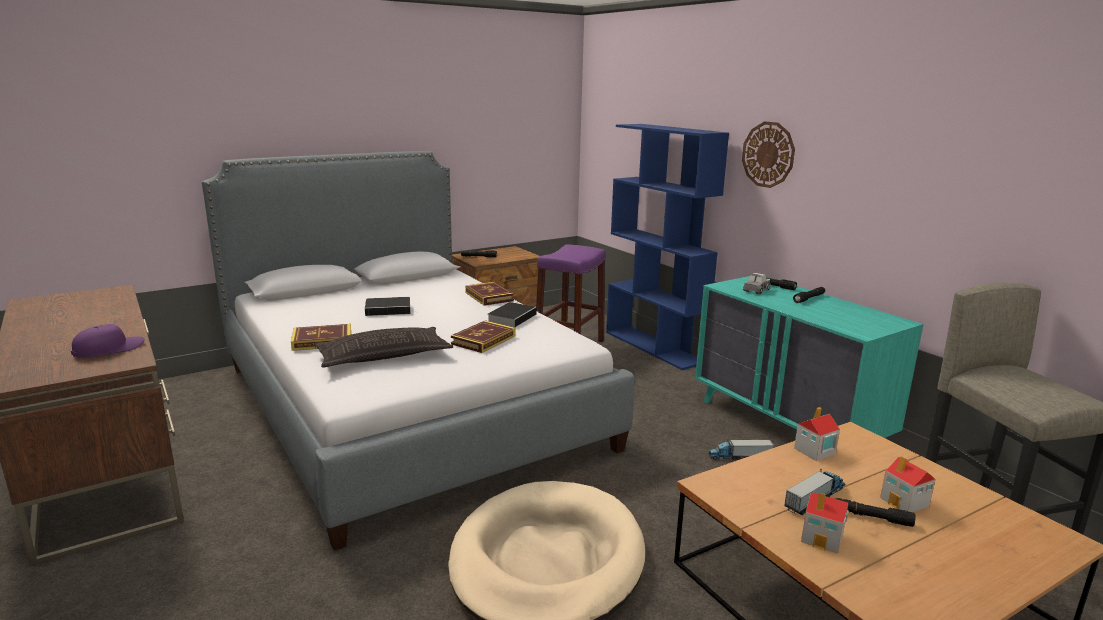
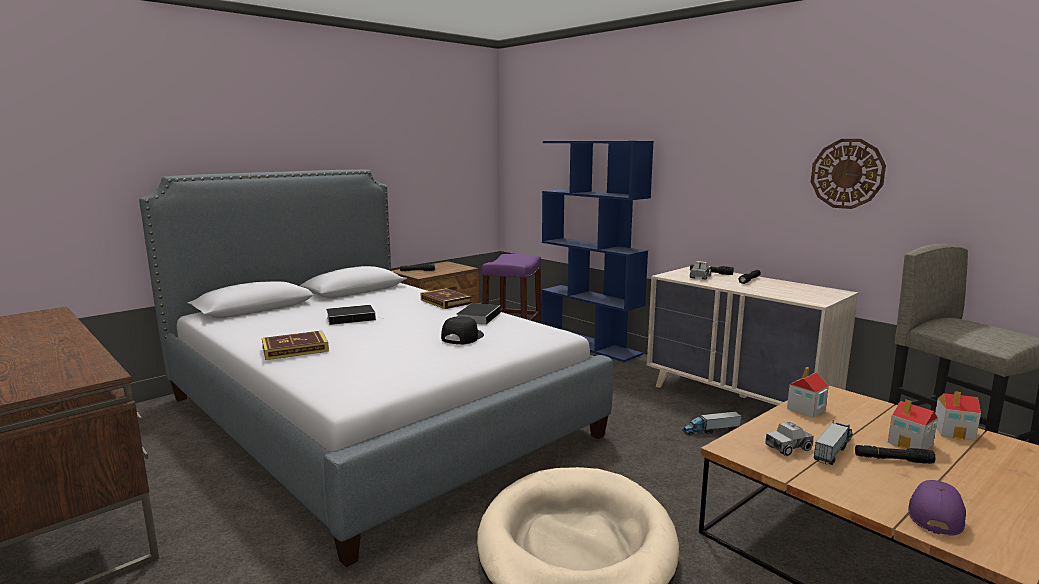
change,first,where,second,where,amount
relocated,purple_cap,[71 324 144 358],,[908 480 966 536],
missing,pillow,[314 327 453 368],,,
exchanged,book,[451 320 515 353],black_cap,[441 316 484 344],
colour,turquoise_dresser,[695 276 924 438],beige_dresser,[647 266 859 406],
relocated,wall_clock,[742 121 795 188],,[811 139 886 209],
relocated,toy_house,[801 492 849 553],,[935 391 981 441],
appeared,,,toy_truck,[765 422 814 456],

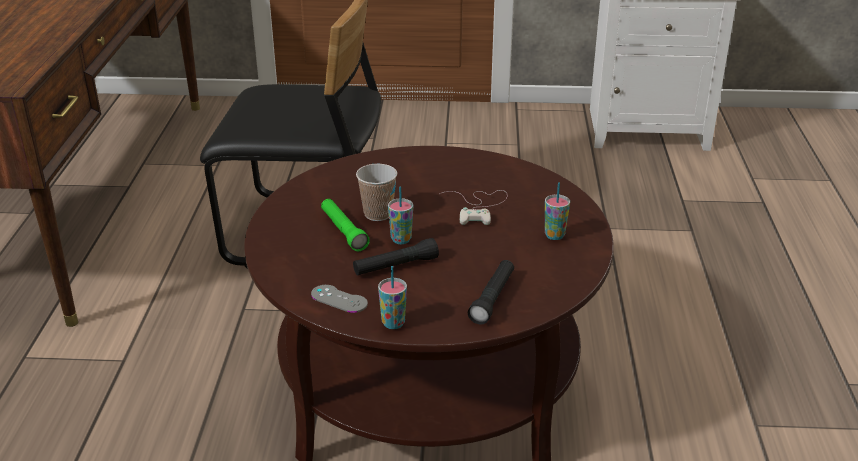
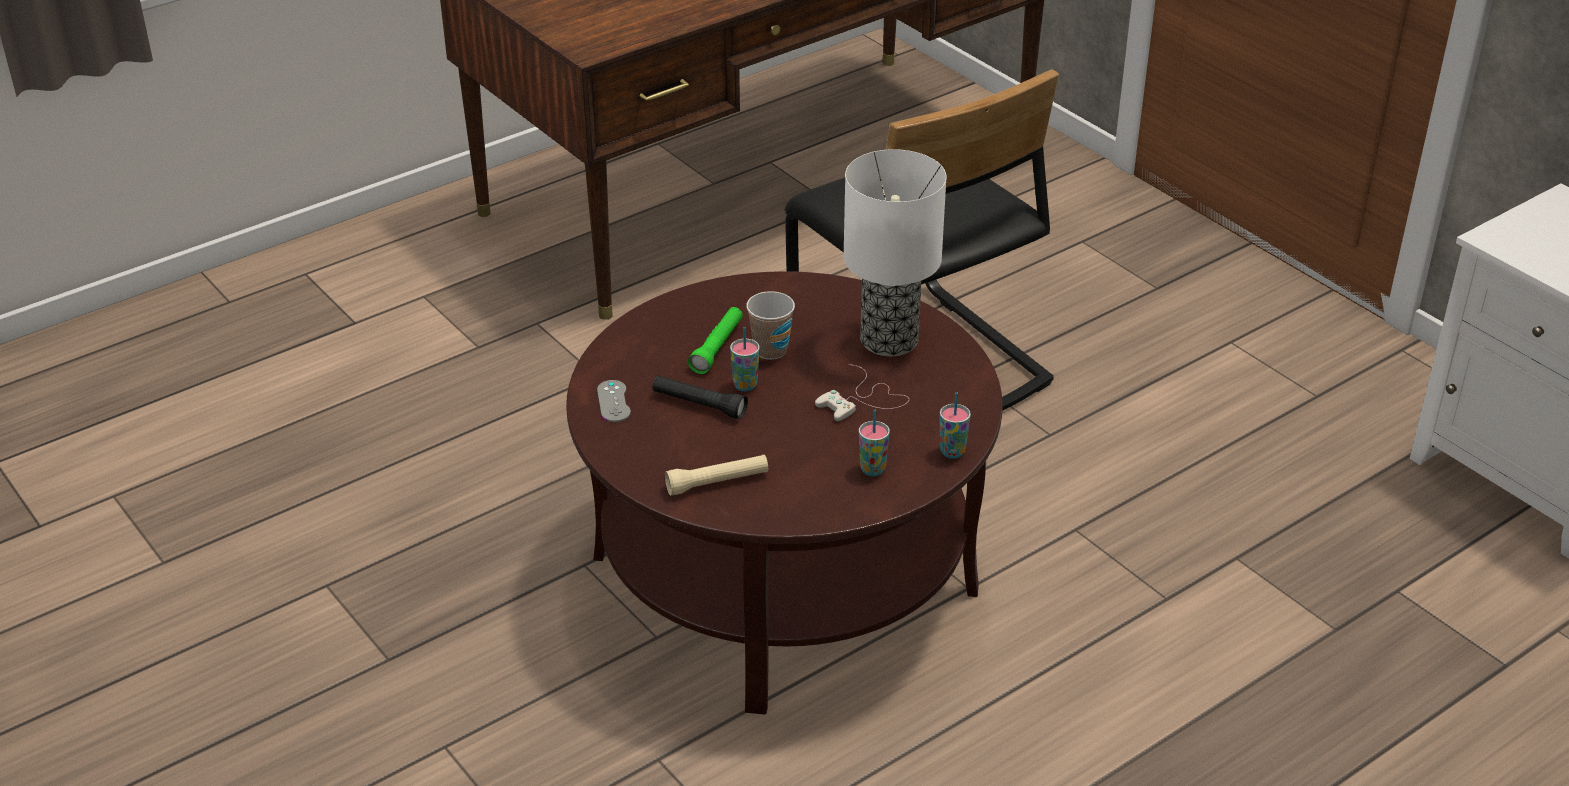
change,first,where,second,where,amount
relocated,cup,[378 266 407 329],,[940 392 971 459],
colour,black_flashlight,[468 260 514 325],beige_flashlight,[665 455 768 496],
appeared,,,table_lamp,[844 149 947 356],

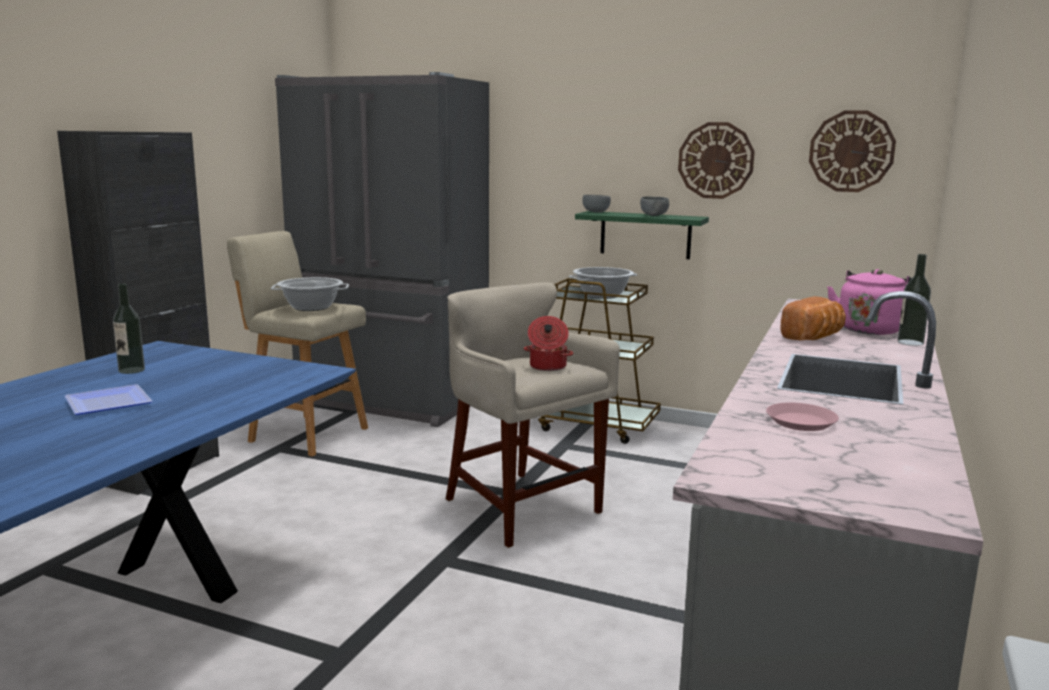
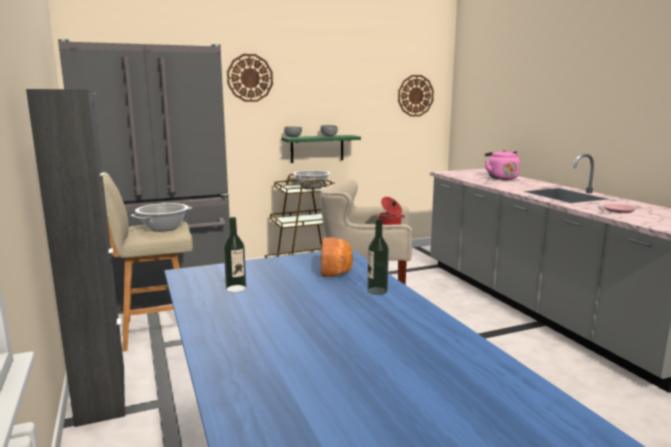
change,first,where,second,where,amount
missing,plate,[65 384 152 415],,,
relocated,wall_clock,[678 122 755 199],,[227 54 273 102],
relocated,bread,[780 296 846 340],,[321 237 353 277],
relocated,bottle,[898 254 931 346],,[367 218 389 295],

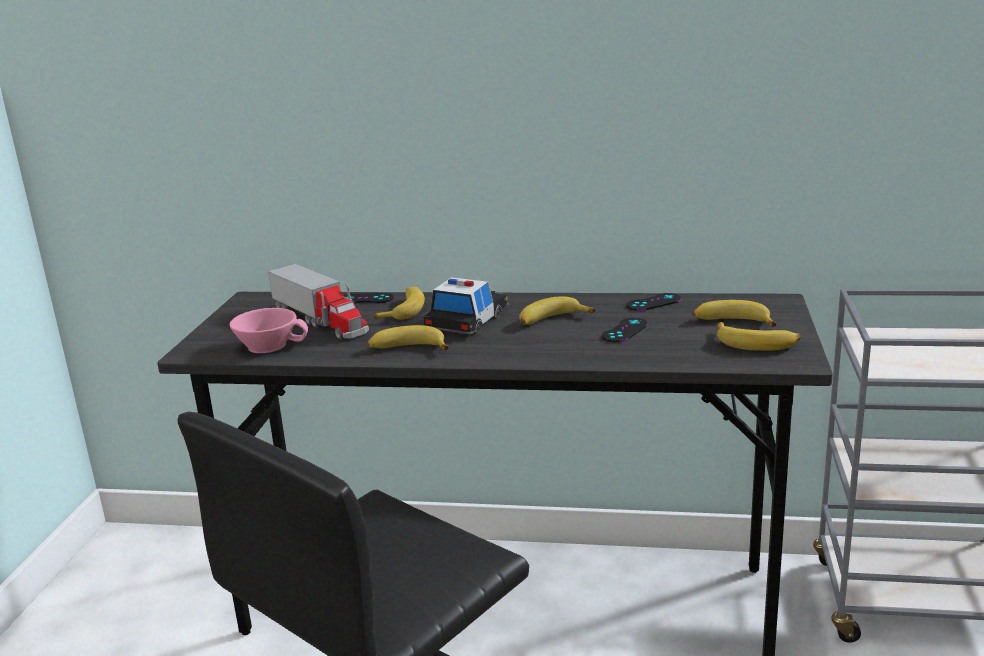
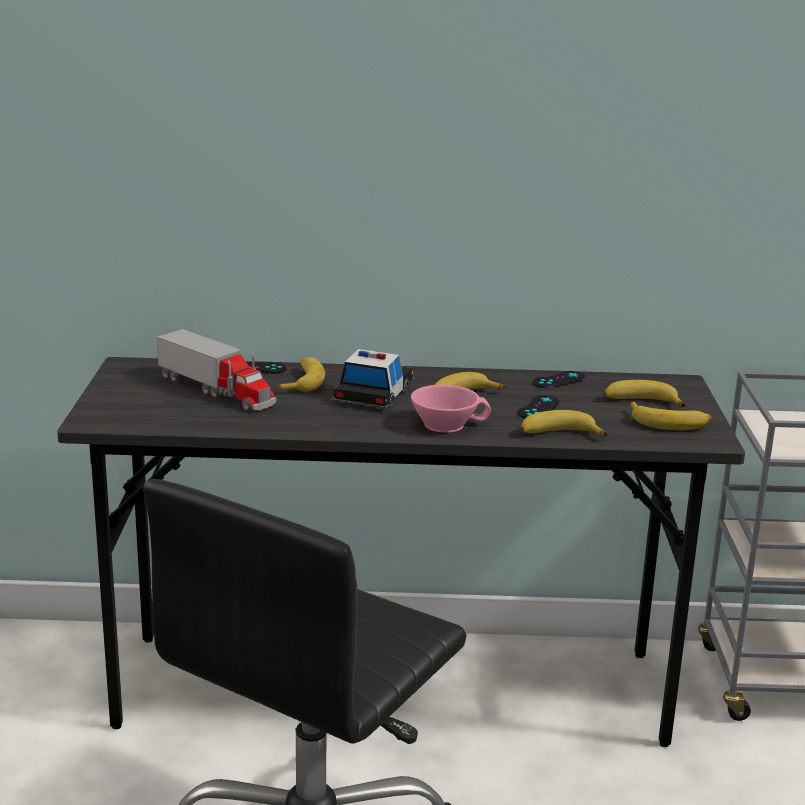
change,first,where,second,where,amount
relocated,pink_cup,[230 308 308 353],,[411 385 491 433],
relocated,banana,[367 325 449 350],,[519 410 608 437],

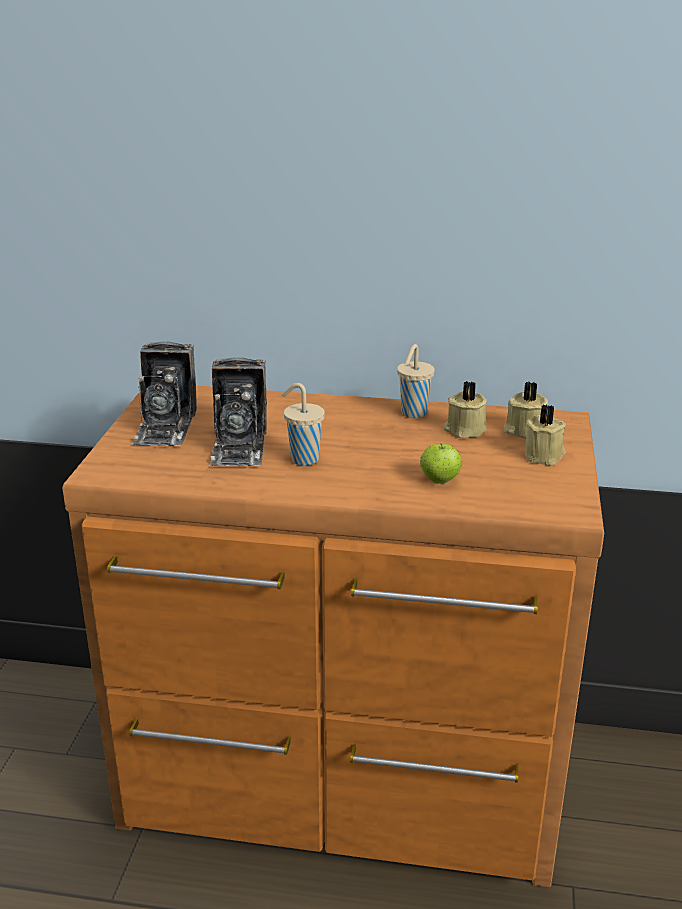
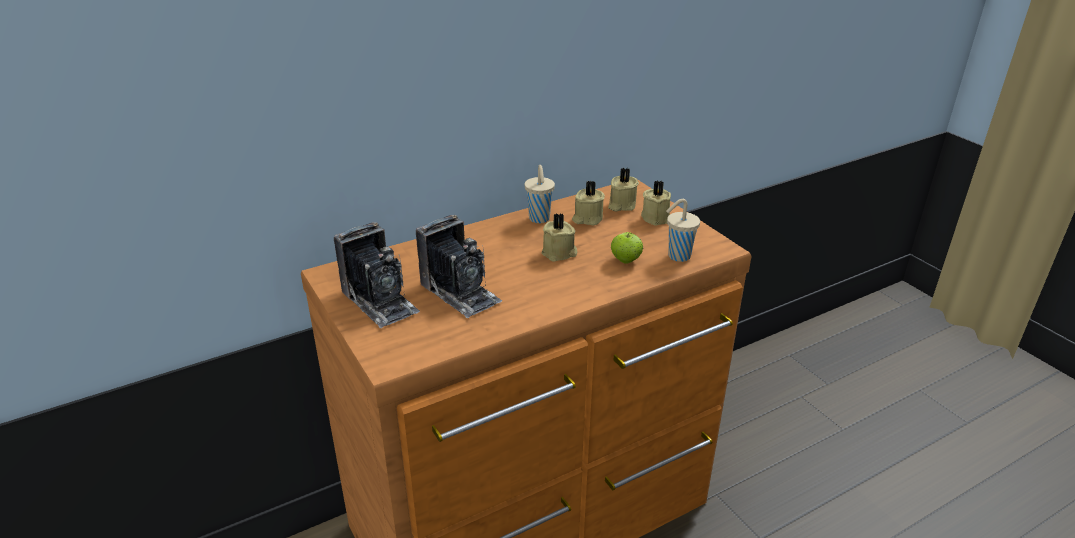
change,first,where,second,where,amount
relocated,beige_cup,[282 383 325 466],,[666 199 700 262],
appeared,,,beige_candle,[542 213 577 262],

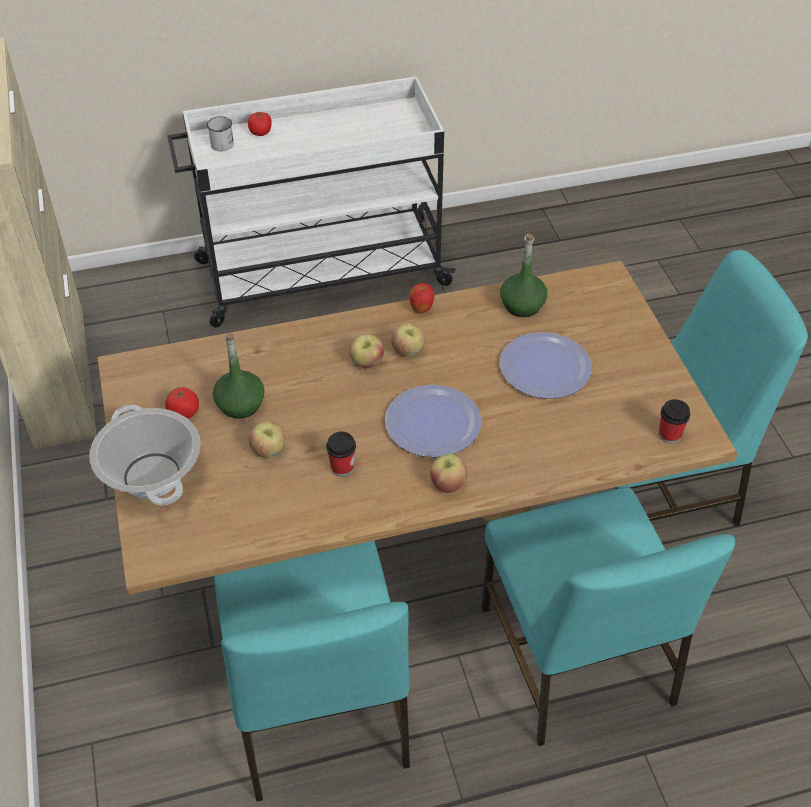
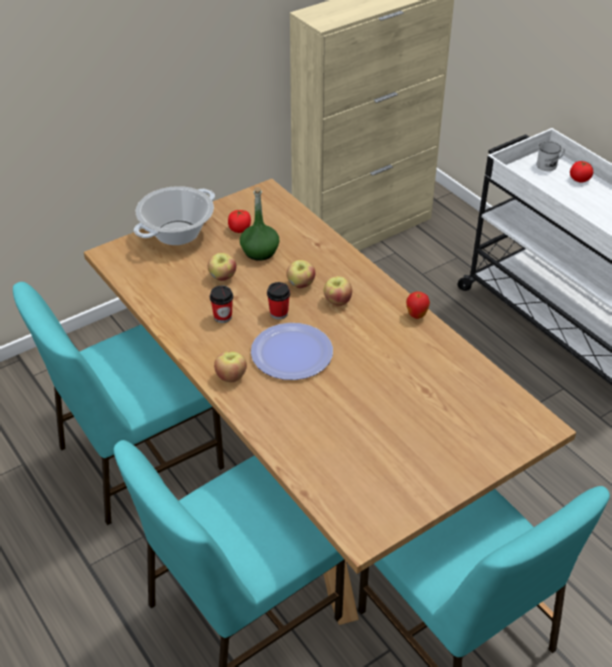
change,first,where,second,where,amount
relocated,apple,[391 323 425 357],,[286 260 315 288],
missing,green_bottle,[500 234 548 317],,,
missing,plate,[500 332 592 399],,,
relocated,cup,[659 399 690 444],,[267 282 290 319],

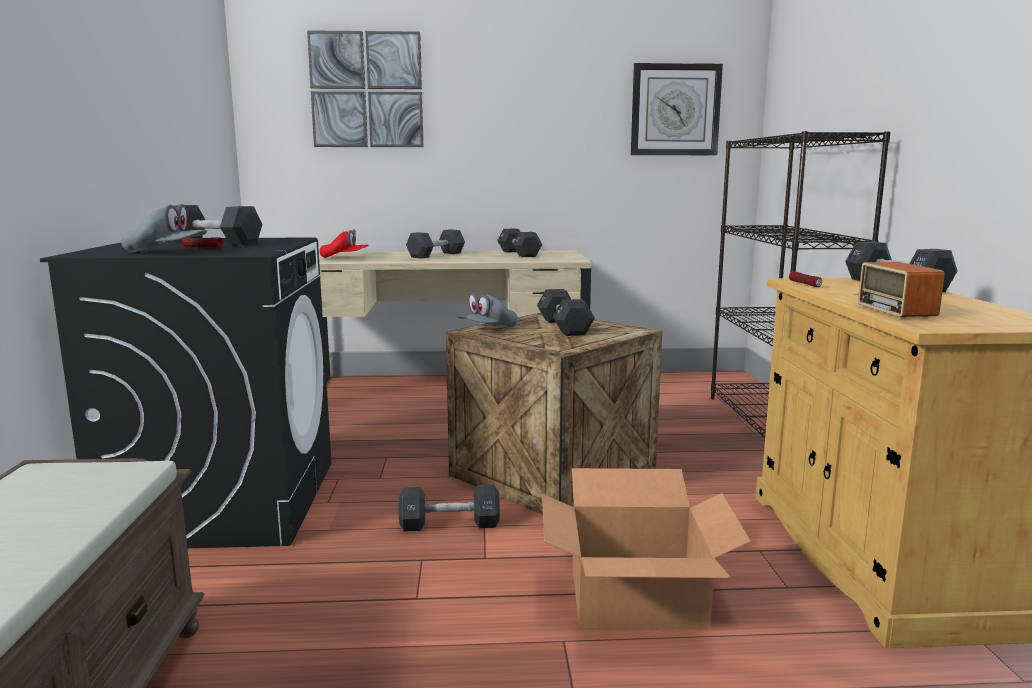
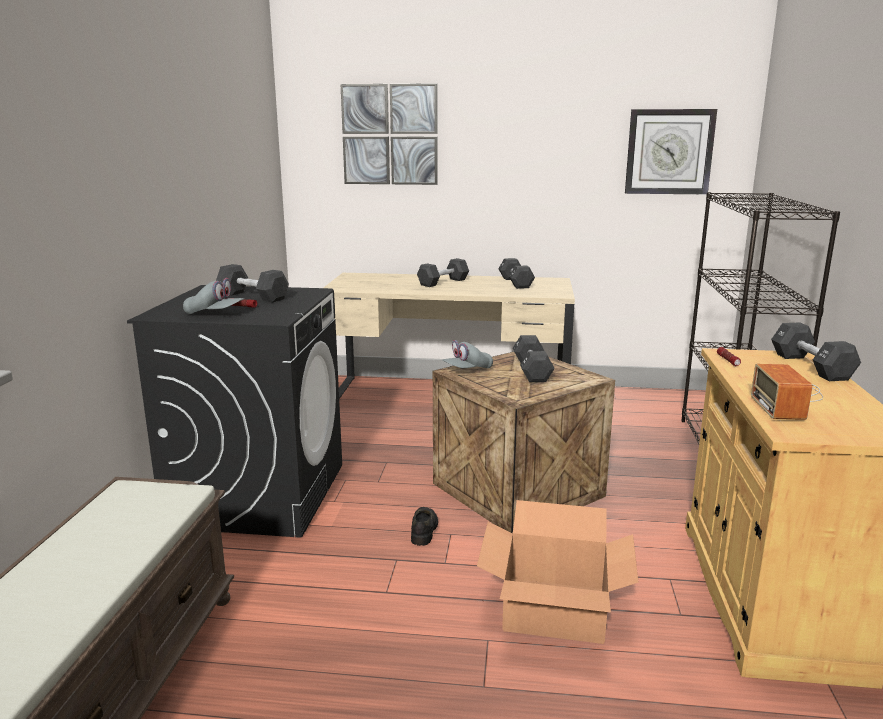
change,first,where,second,where,amount
missing,red_cap,[320 229 369 258],,,
exchanged,black_dumbbell,[399 484 500 532],black_shoe,[411 507 438 546],

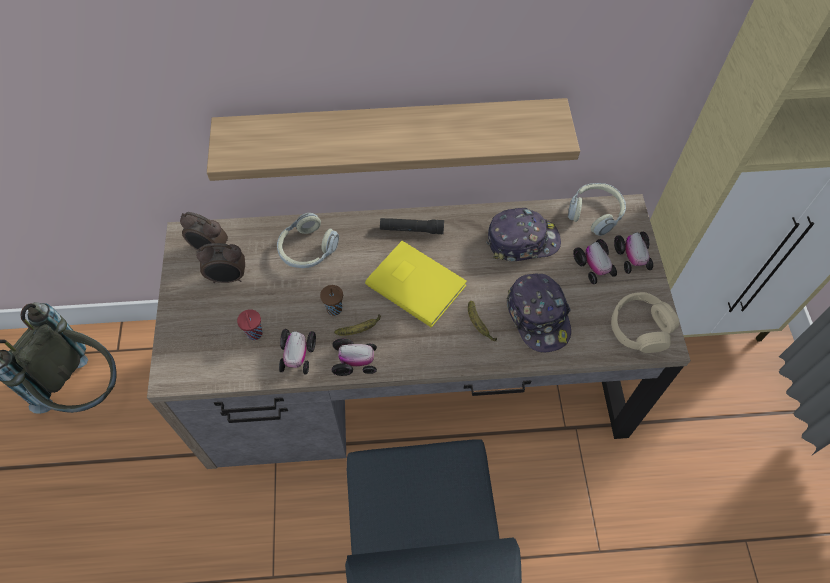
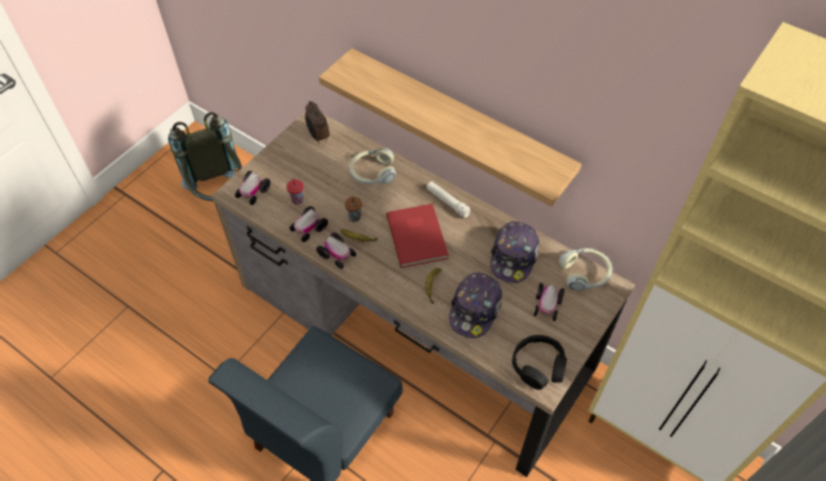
change,first,where,second,where,amount
missing,alarm_clock,[196 243 245 283],,,
colour,yellow_book,[365 241 467 328],red_book,[386 204 449 268],
colour,black_flashlight,[380 218 444 234],white_flashlight,[426 181 472 218],
spun,cap,[486 208 561 261],,[490 221 539 283],75 degrees clockwise
colour,beige_headphones,[611 292 680 353],black_headphones,[512 335 567 390],
relocated,toy_car,[614 232 653 274],,[235 171 271 205],

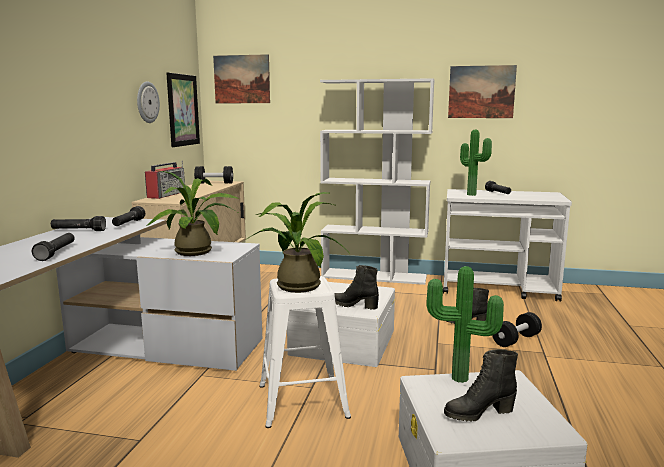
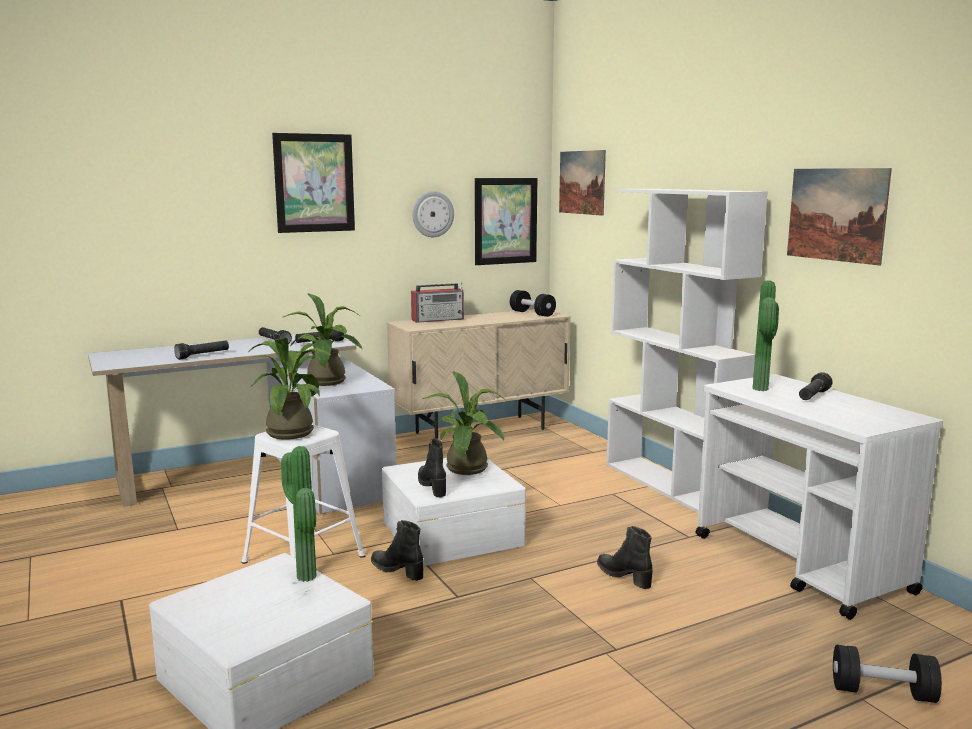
change,first,where,second,where,amount
relocated,black_boot,[444 349 518 422],,[371 520 424 581],
relocated,black_dumbbell,[492 312 542 347],,[833 645 942 703],
appeared,,,picture,[272 133 355 233],
appeared,,,potted_plant,[422 371 504 475],

